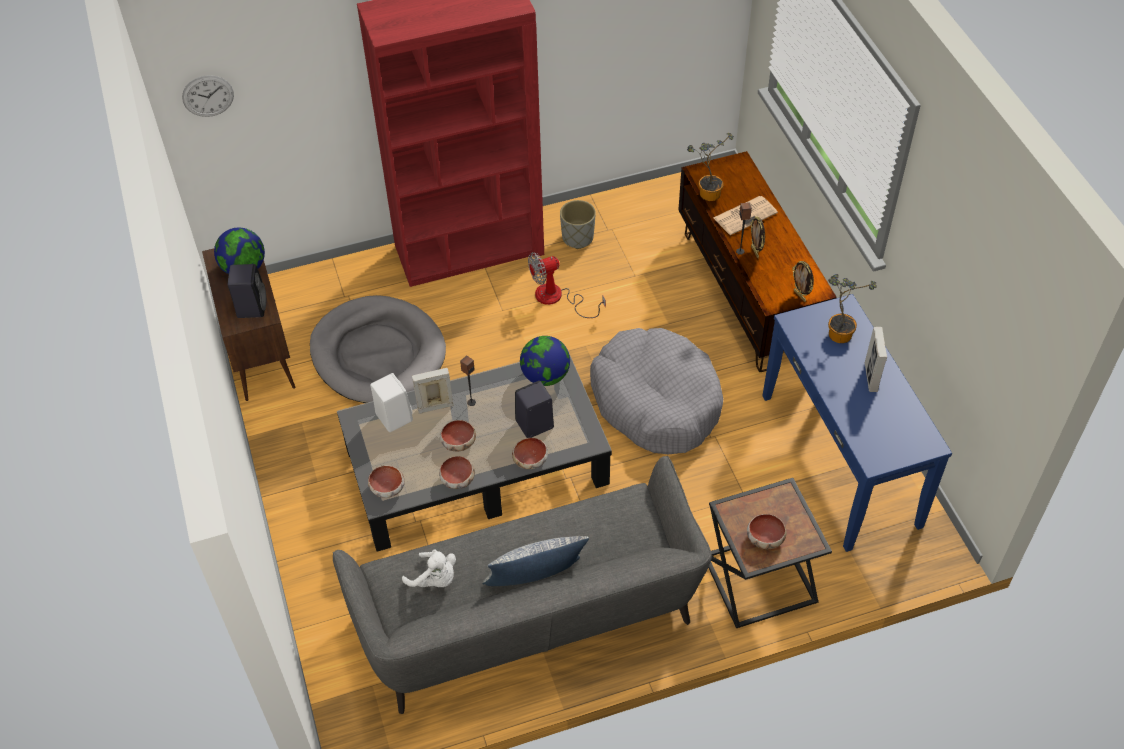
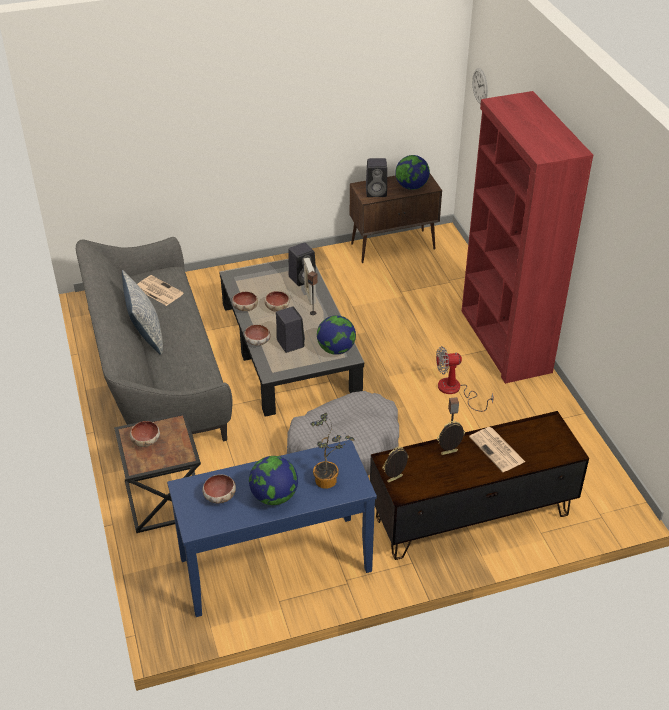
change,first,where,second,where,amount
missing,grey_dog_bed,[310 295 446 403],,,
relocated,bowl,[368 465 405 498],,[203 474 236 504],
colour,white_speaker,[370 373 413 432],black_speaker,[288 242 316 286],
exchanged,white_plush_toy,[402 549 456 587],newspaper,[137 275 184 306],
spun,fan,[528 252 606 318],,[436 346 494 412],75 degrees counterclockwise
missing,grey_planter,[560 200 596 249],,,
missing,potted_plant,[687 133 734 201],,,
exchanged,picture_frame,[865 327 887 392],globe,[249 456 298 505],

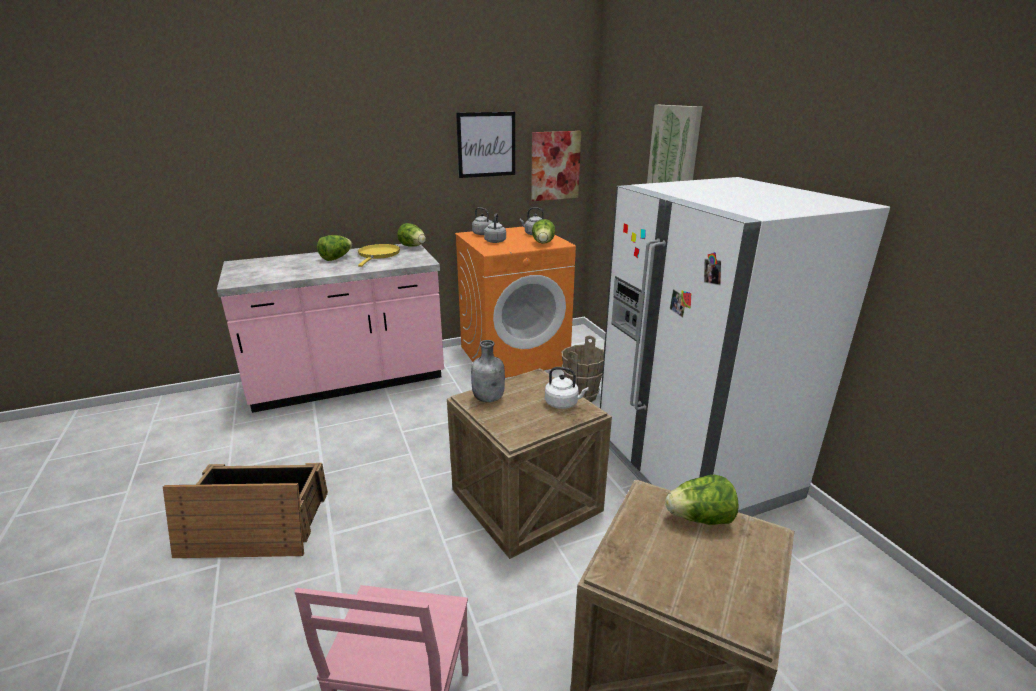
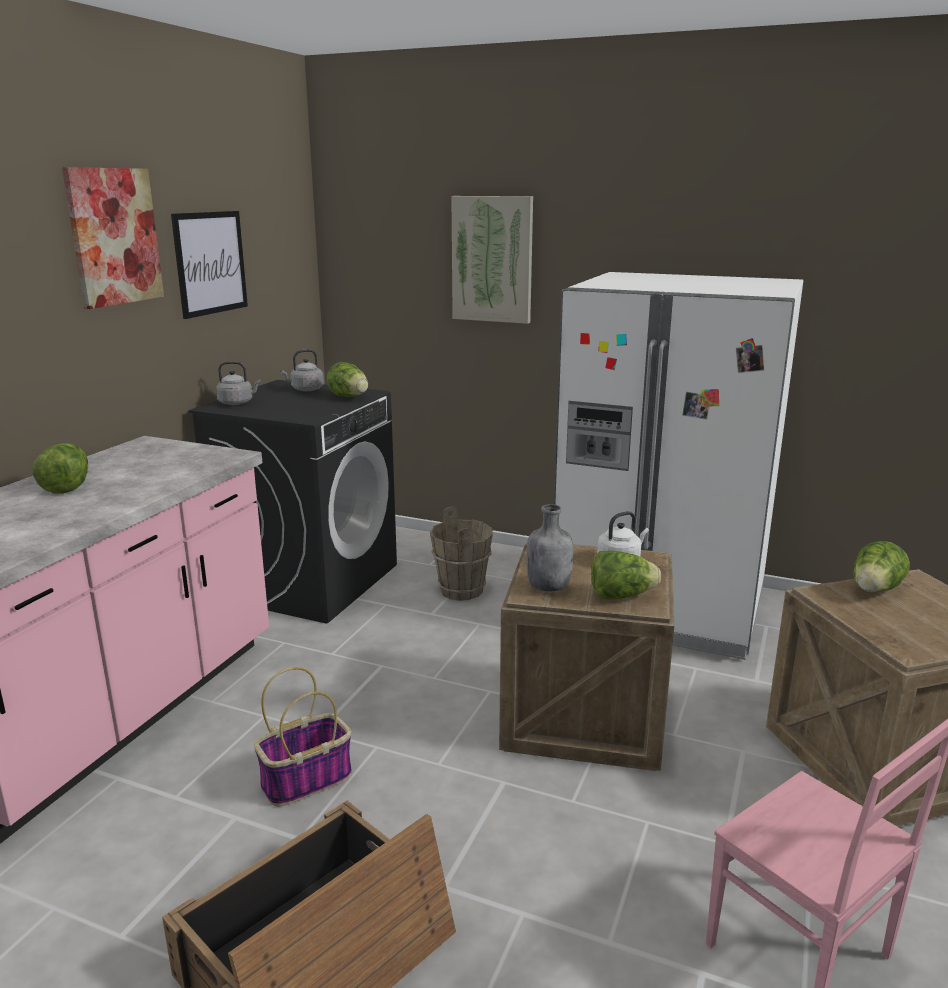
change,first,where,second,where,amount
missing,yellow_frying_pan,[358 244 400 267],,,
relocated,lettuce,[397 223 426 247],,[591 551 661 600],
colour,orange_washing_machine,[455 227 576 378],black_washing_machine,[188 380 397 624],
missing,grey_kettle,[484 213 506 243],,,
relocated,picture,[531 131 581 201],,[62 167 164 309],
appeared,,,basket,[254 667 352 807],

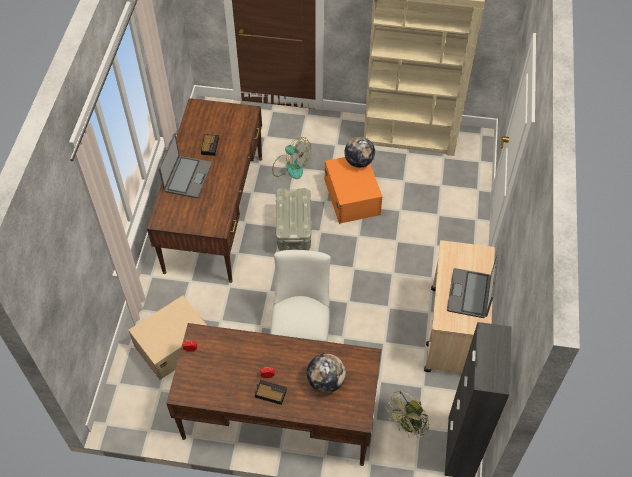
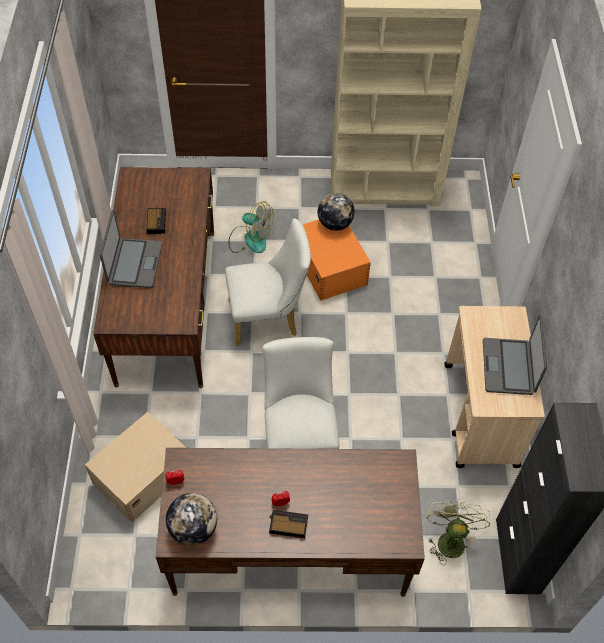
change,first,where,second,where,amount
exchanged,grey_storage_box,[276 188 312 251],white_chair,[225 218 311 346],
relocated,globe,[307 353 346 393],,[166 493 217 546],
spun,green_fan,[385 391 429 438],,[427 501 490 565],150 degrees clockwise

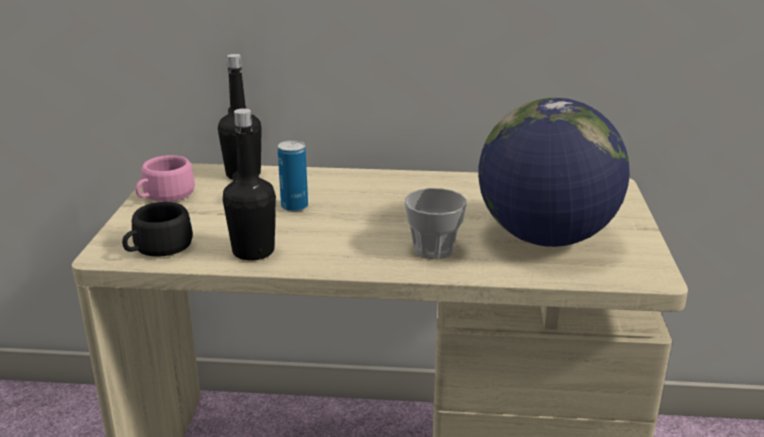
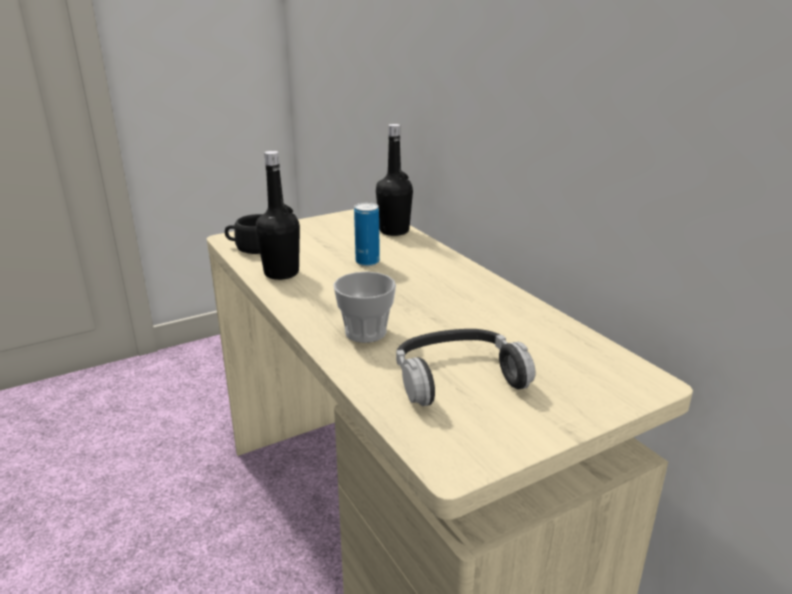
change,first,where,second,where,amount
missing,pink_cup,[135 155 195 202],,,
exchanged,globe,[478 98 630 247],headphones,[396 329 536 406],

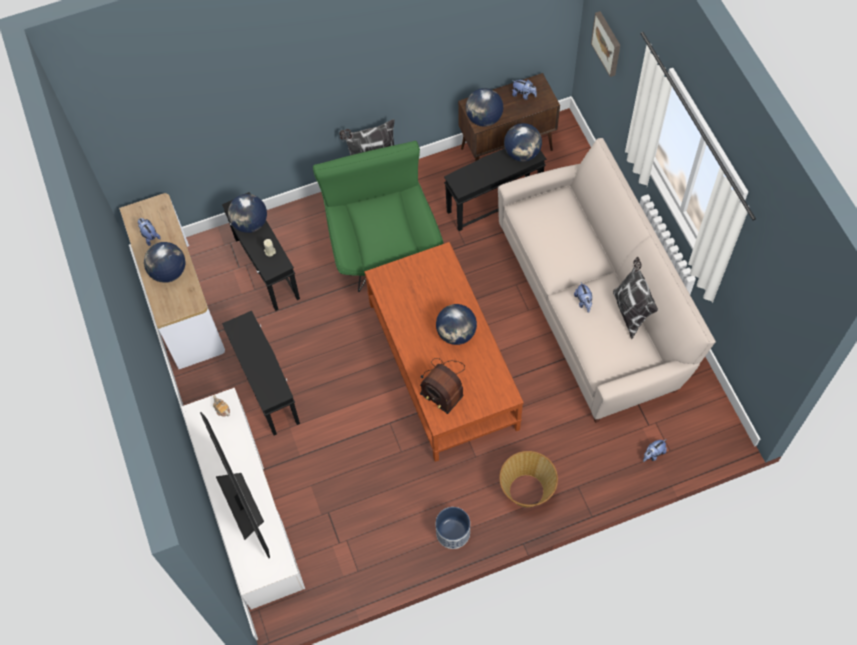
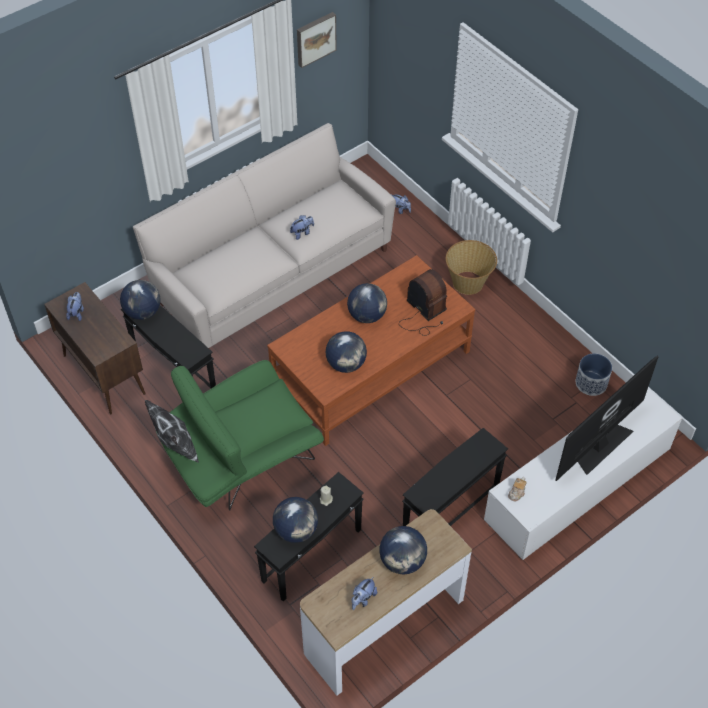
change,first,where,second,where,amount
spun,radio,[420 358 465 414],,[399 269 447 336],60 degrees counterclockwise
relocated,planter,[436 507 470 549],,[576 353 612 396],
relocated,globe,[466 88 503 127],,[325 331 367 373],
relocated,picture,[591 11 620 77],,[297 12 337 68],
missing,pillow,[613 257 658 339],,,

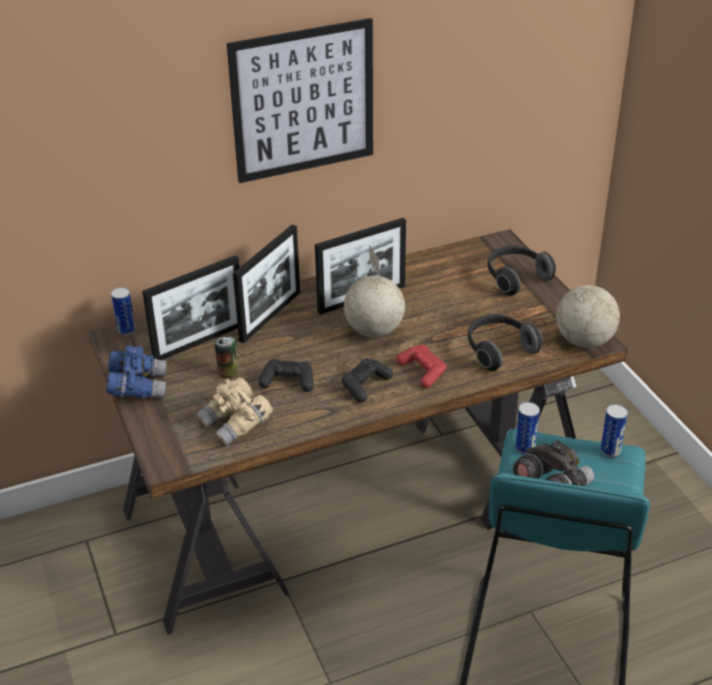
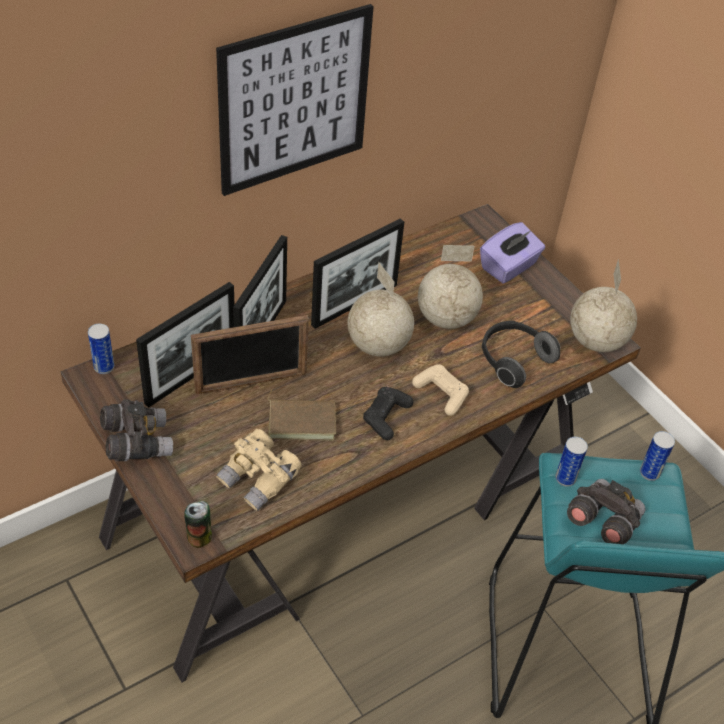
change,first,where,second,where,amount
colour,blue_binoculars,[106 346 166 399],grey_binoculars,[100 399 173 461],
relocated,can,[215 336 238 378],,[185 501 212 548],
exchanged,black_game_controller,[258 359 313 392],brown_book,[267 389 336 441],
colour,red_game_controller,[396 345 446 388],beige_game_controller,[412 364 469 416],
exchanged,headphones,[487 245 556 296],purple_tissue_box,[480 222 545 283],
appeared,,,picture_frame,[191 315 309 394],
appeared,,,globe,[418 245 483 329],

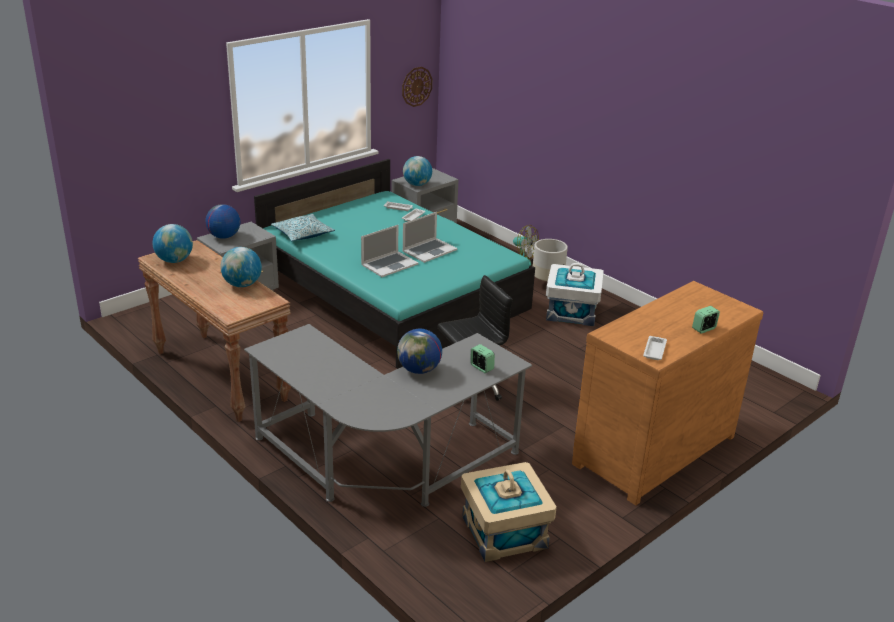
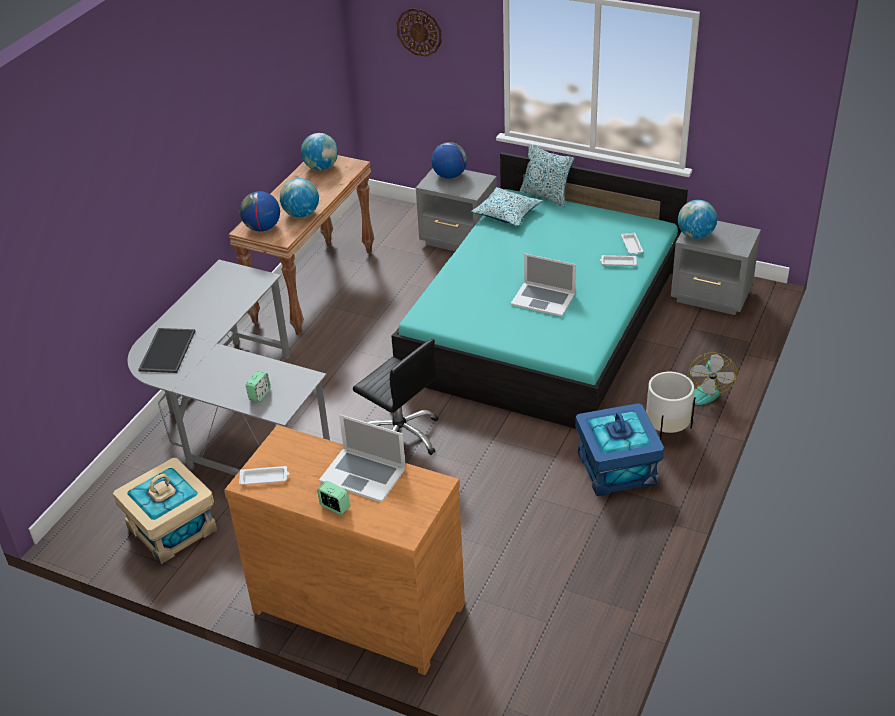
change,first,where,second,where,amount
relocated,laptop,[361 225 418 277],,[319 414 406 502],
relocated,globe,[397 329 442 374],,[240 191 280 232],
relocated,wall_clock,[402 67 432 107],,[396 8 442 57],
colour,white_storage_box,[546 263 604 326],blue_storage_box,[575 403 664 496],
appeared,,,tray,[138 328 195 373],
appeared,,,pillow,[520 144 574 207],

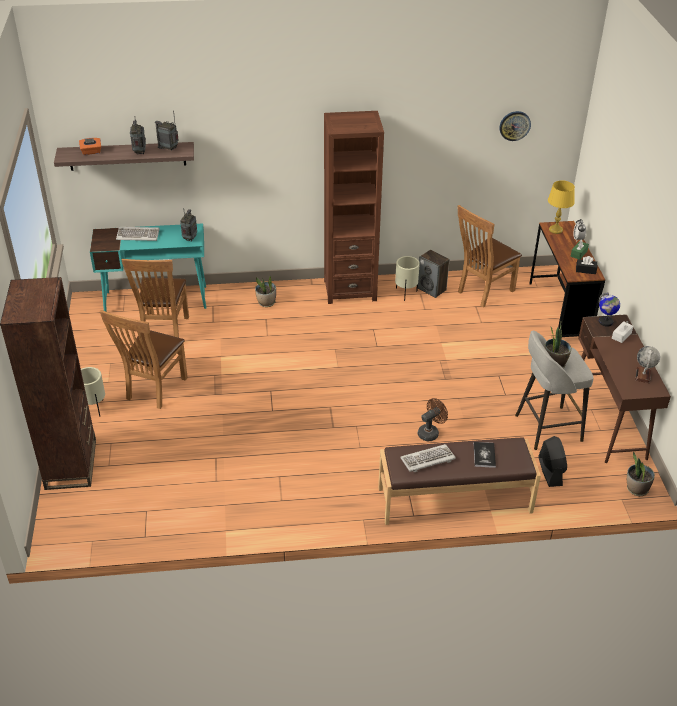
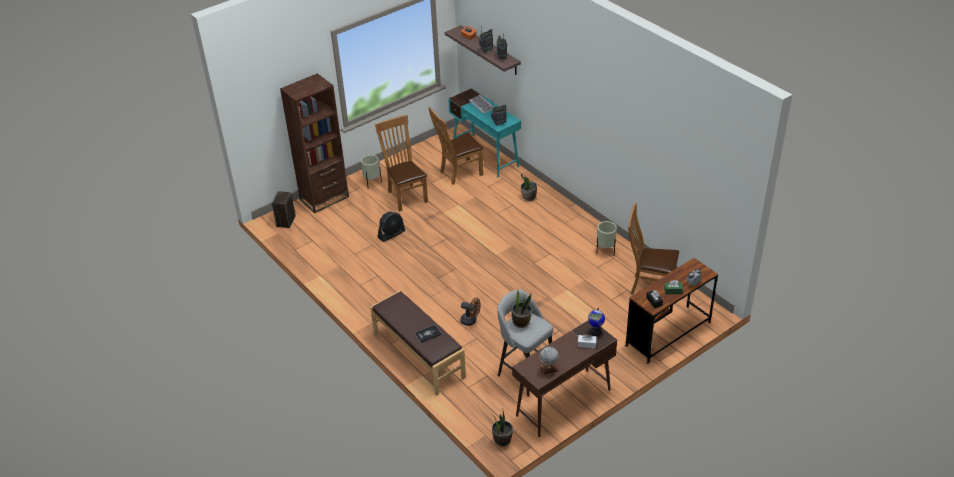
change,first,where,second,where,amount
spun,brown_chair,[100 310 188 409],,[375 115 428 211],75 degrees clockwise
missing,brown_bookcase,[324 111 384 304],,,
missing,keyboard,[400 444 456 472],,,
relocated,speaker,[418 250 450 298],,[272 191 296 228],
missing,wall_clock,[499 111 531 141],,,
relocated,black_fan,[538 436 567 487],,[378 211 405 242],
missing,yellow_table_lamp,[548 180 575 234],,,

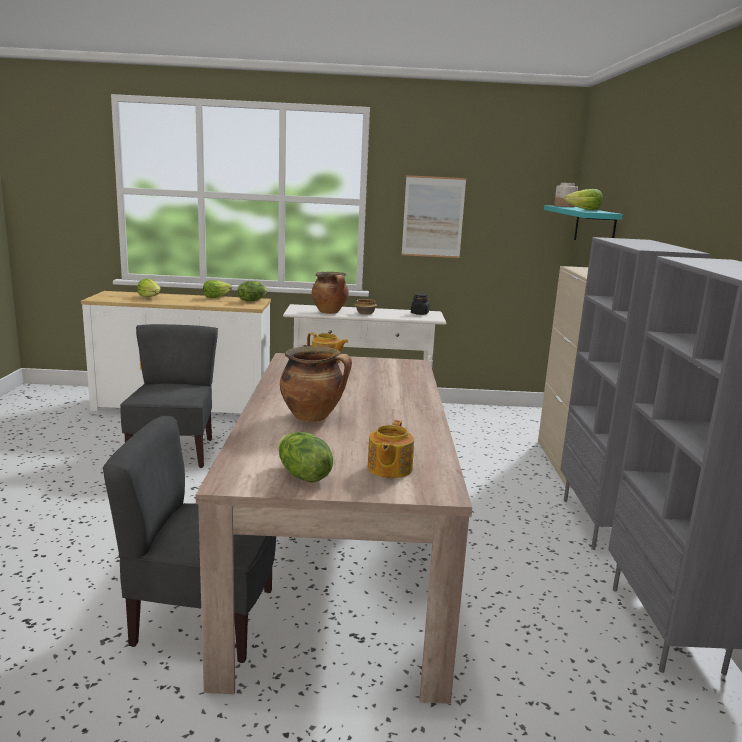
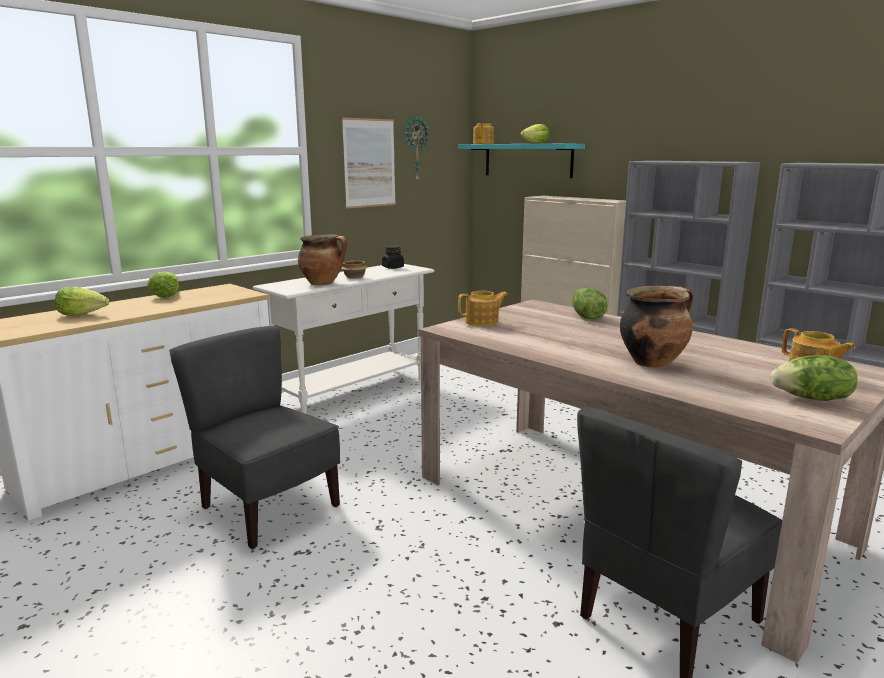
change,first,where,second,where,amount
relocated,lettuce,[237 281 267 302],,[572 287 607 319],
exchanged,jar,[554 183 578 207],teapot,[473 123 494 144],
appeared,,,wall_clock,[403 115 429 183],

